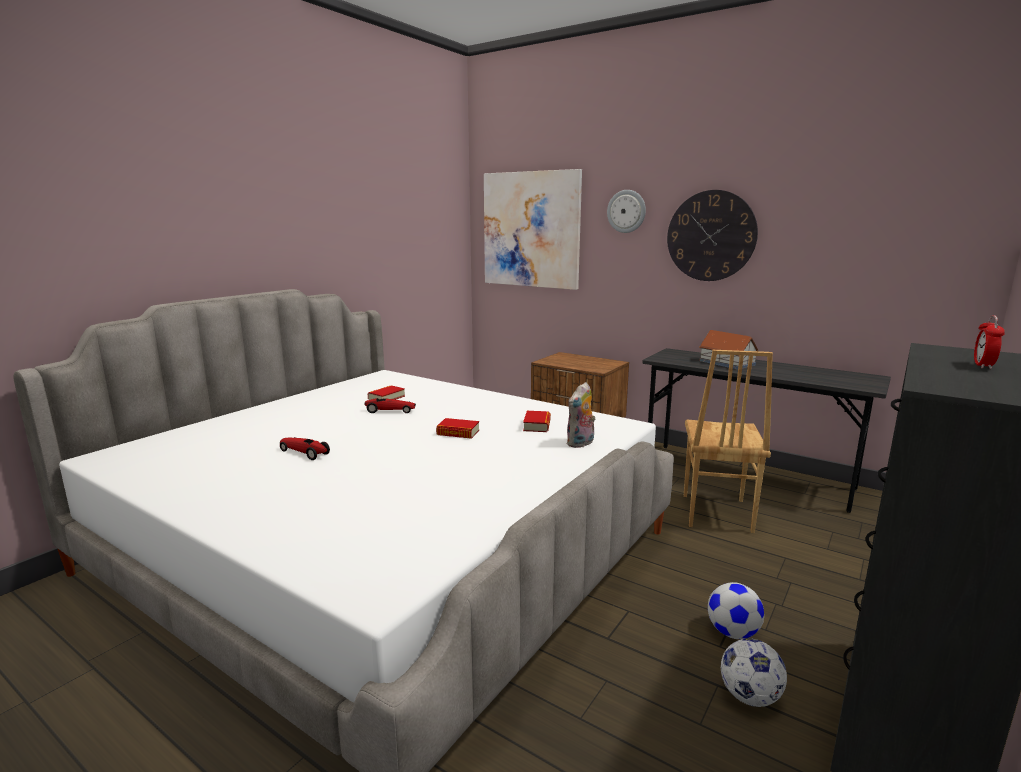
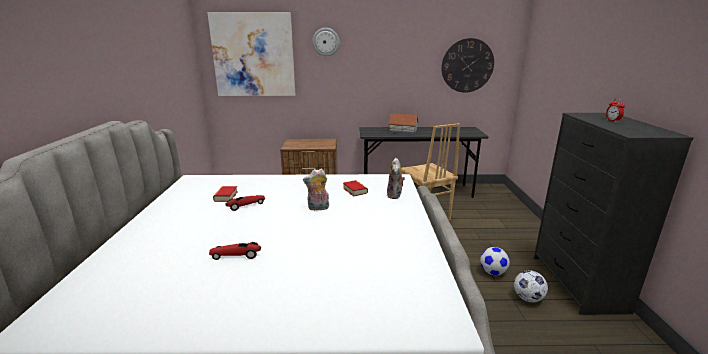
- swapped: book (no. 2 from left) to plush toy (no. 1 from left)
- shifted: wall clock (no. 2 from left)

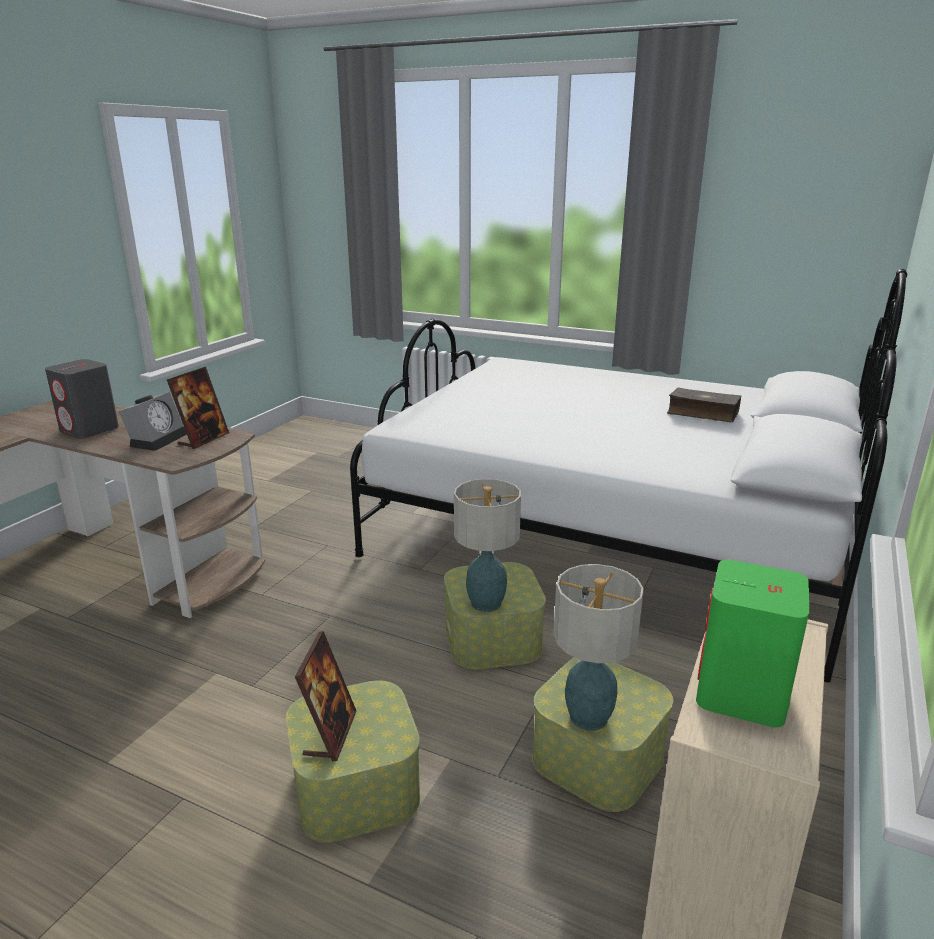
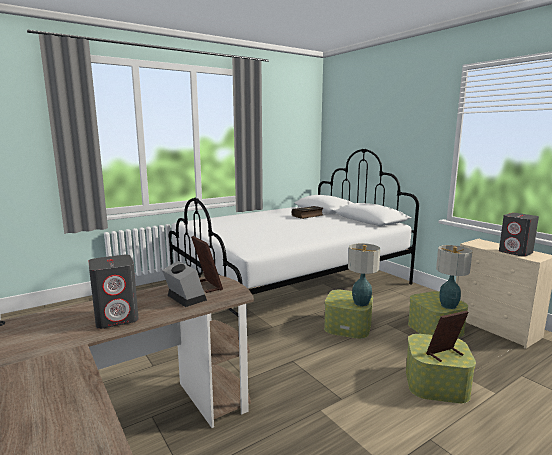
- rotated: picture frame (no. 2 from left) 60 degrees counterclockwise
- repainted: green speaker to grey speaker (no. 2 from left)

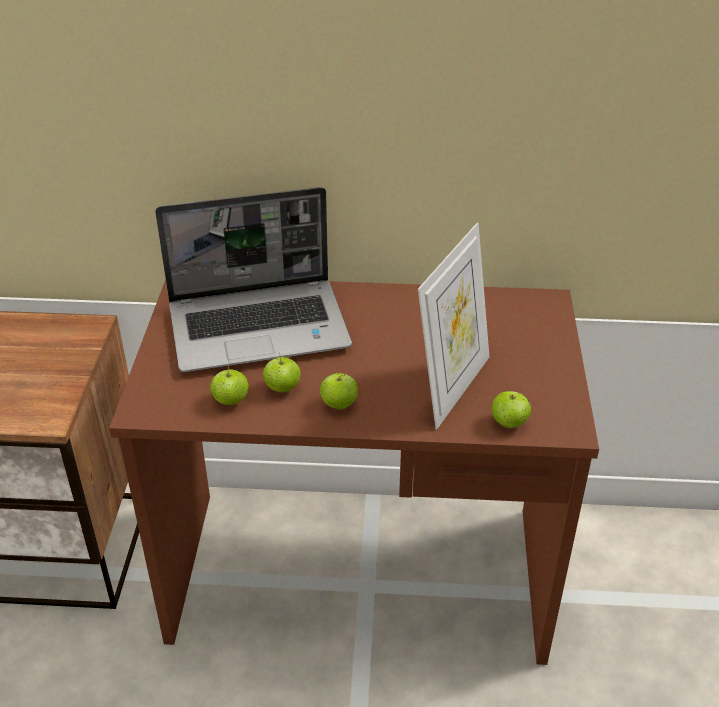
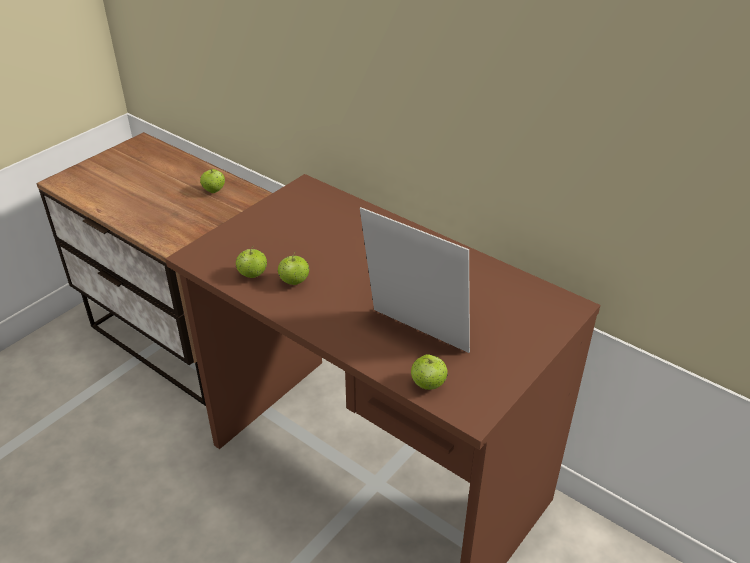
- gone: laptop
- shifted: apple (no. 3 from left in the first image) to apple (no. 1 from left)
- rotated: picture frame 120 degrees counterclockwise

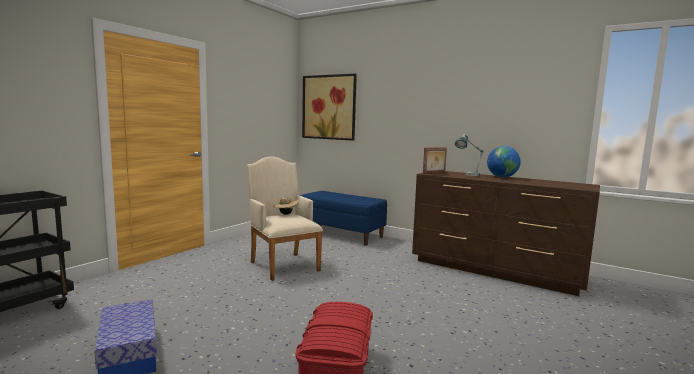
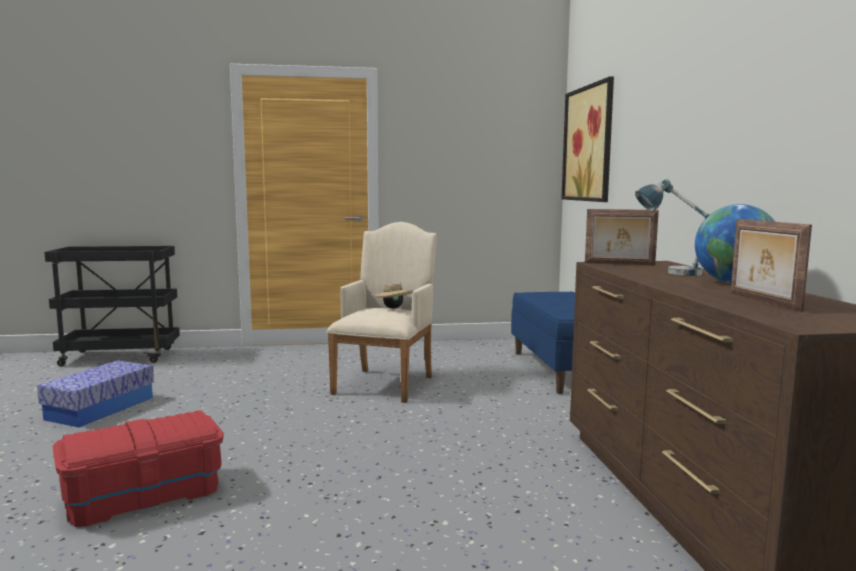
- new: picture frame (no. 2 from left)

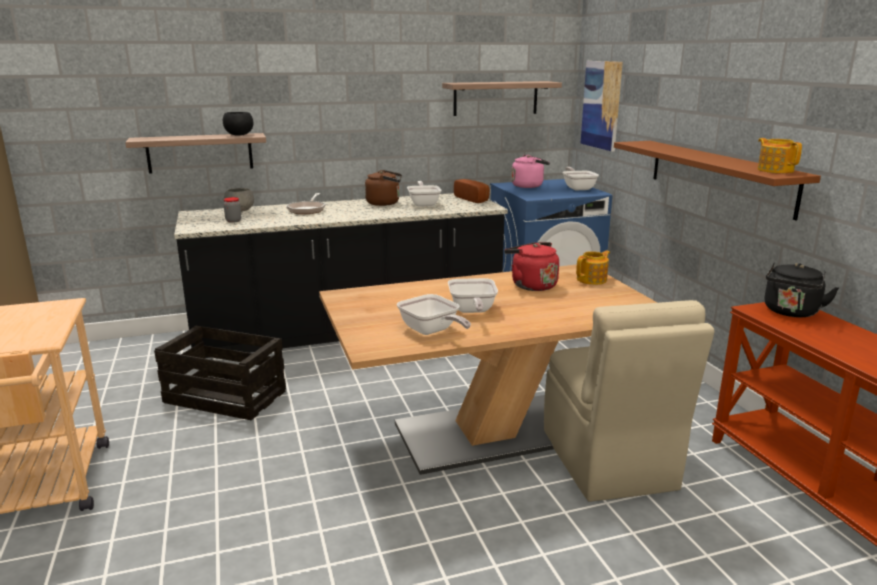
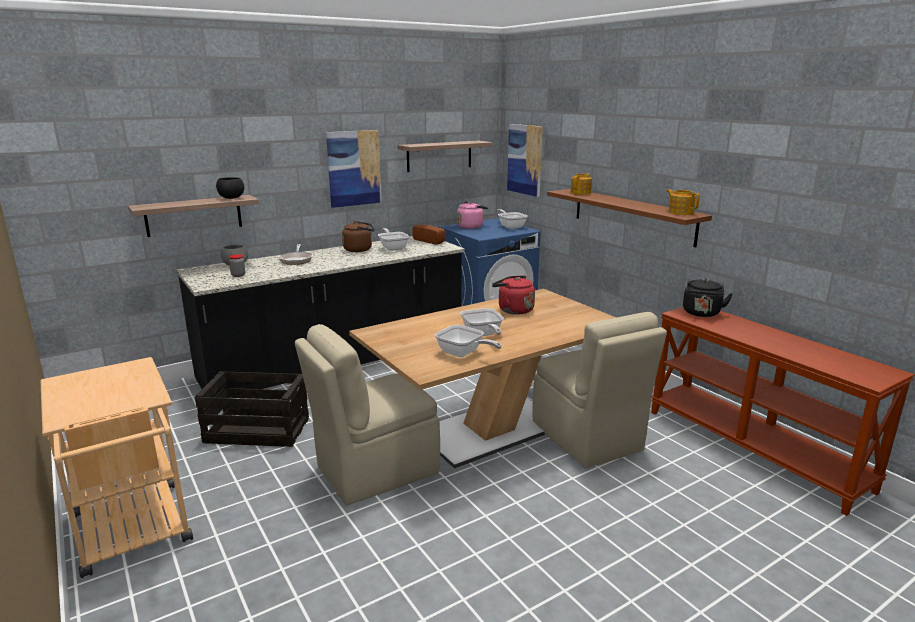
- shifted: teapot (no. 1 from left)
- new: beige chair (no. 1 from left)
- new: picture (no. 1 from left)

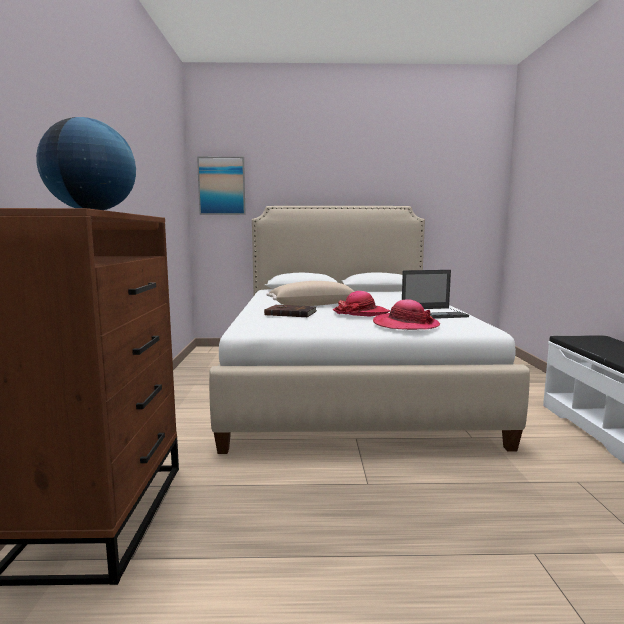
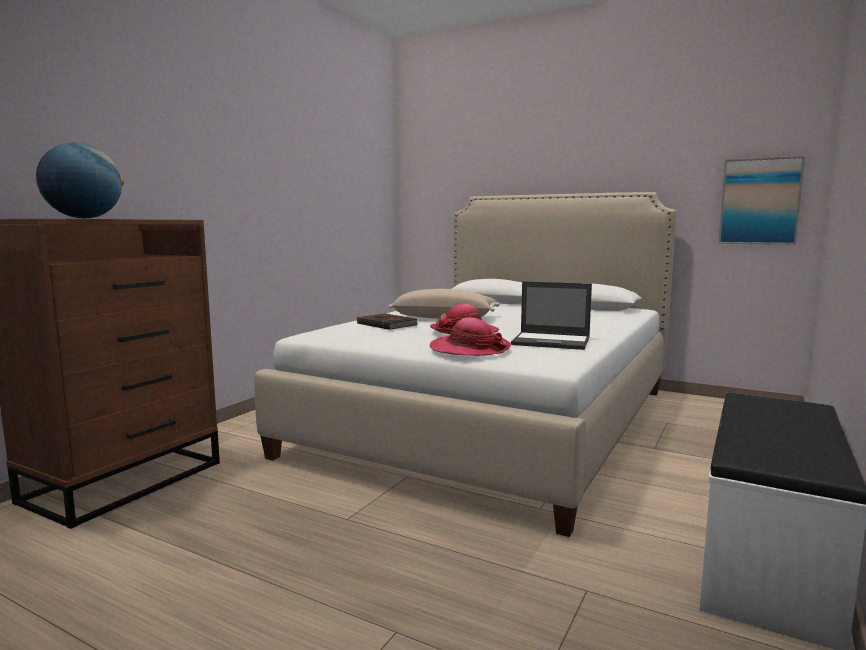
- shifted: picture

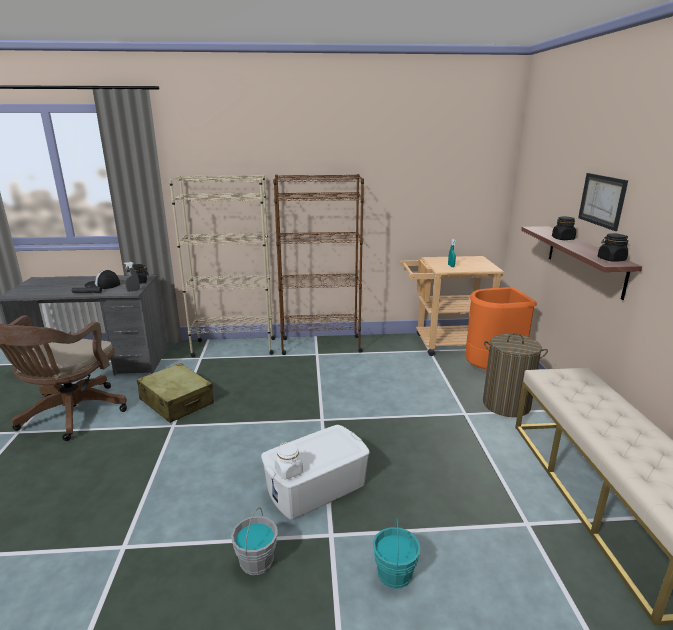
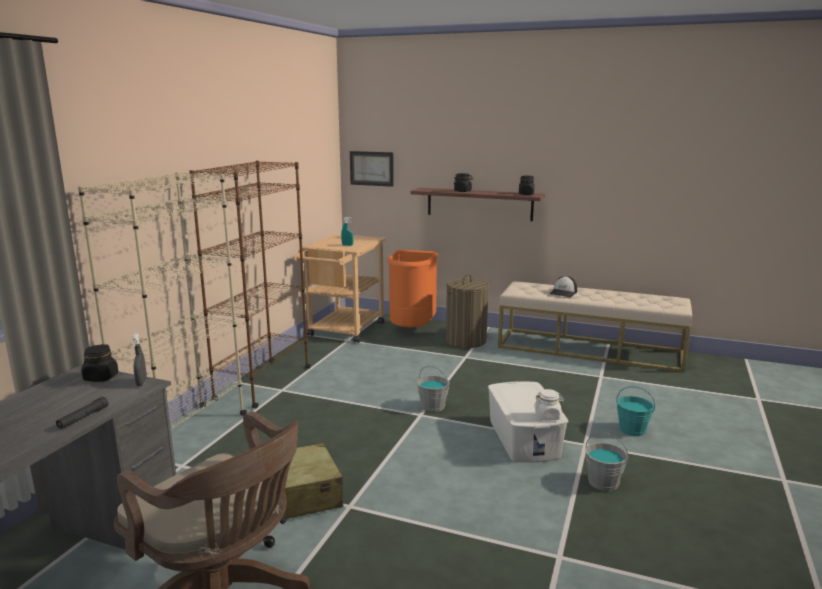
- shifted: cap
- shifted: picture
- new: grey bucket (no. 1 from left)

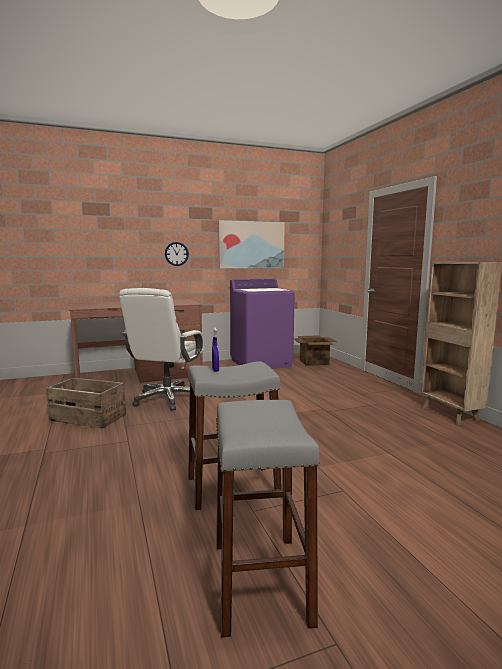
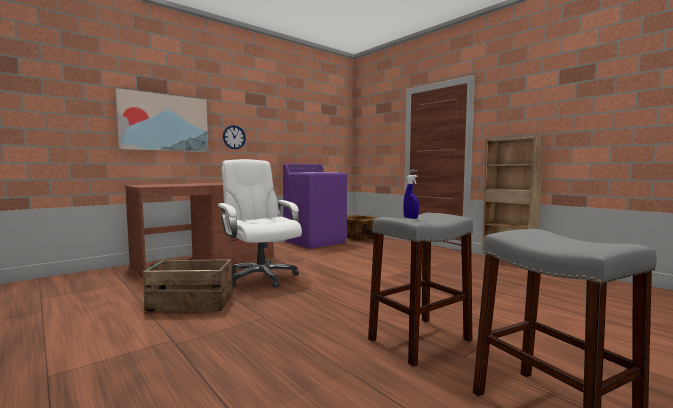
- rotated: white office chair 150 degrees clockwise
- shifted: picture

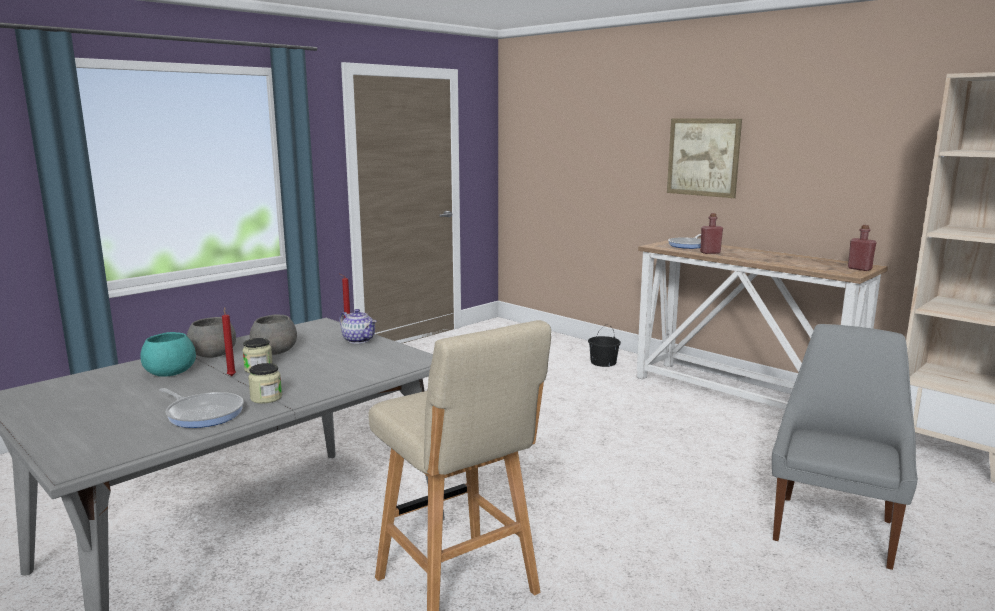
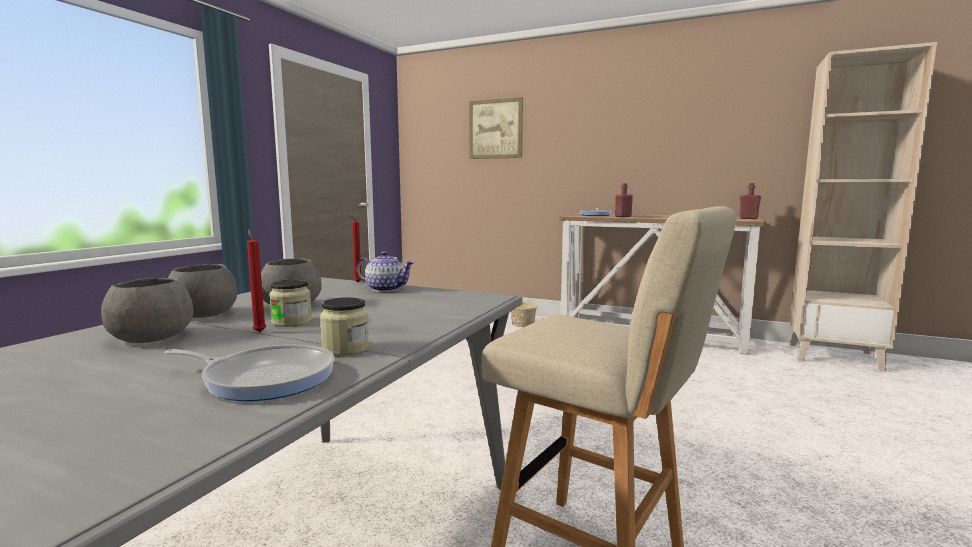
- repainted: turquoise bowl to grey bowl (no. 1 from left)
- repainted: black bucket to beige bucket
- shifted: picture
- gone: grey chair

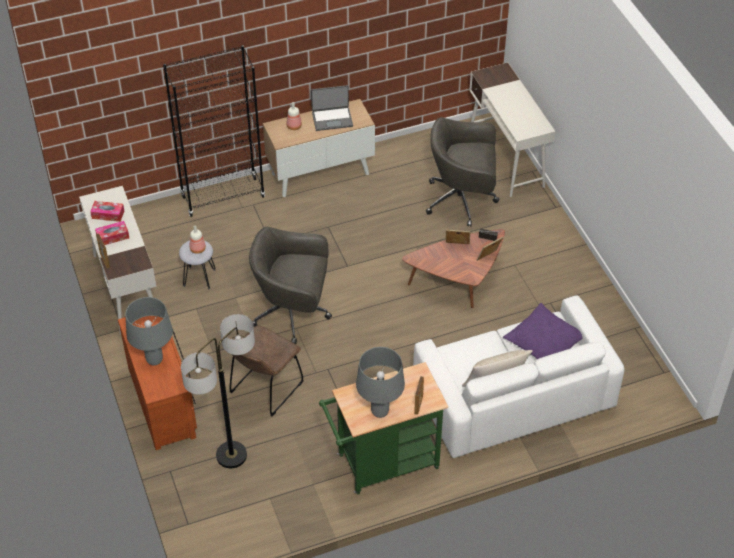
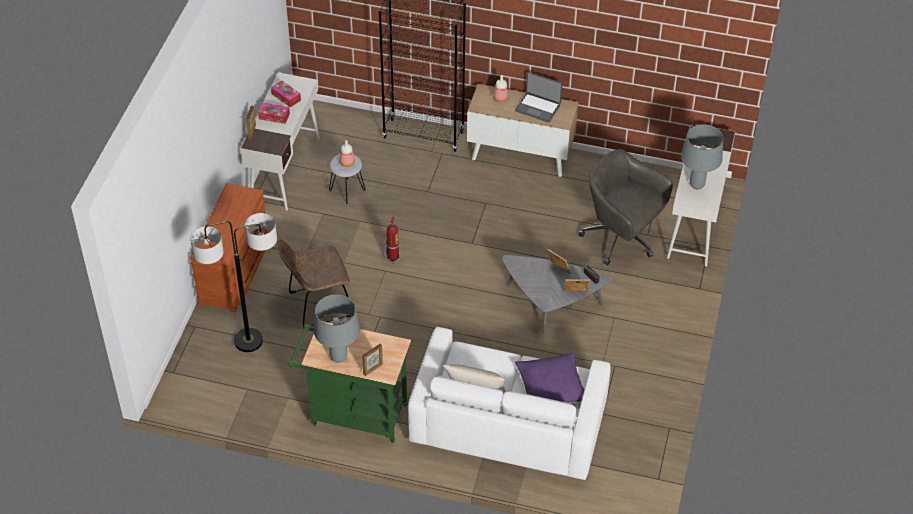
- shifted: grey table lamp (no. 1 from left in the first image) to grey table lamp (no. 2 from left)
- swapped: grey office chair (no. 1 from left) to fire extinguisher
- repainted: brown coffee table to grey coffee table

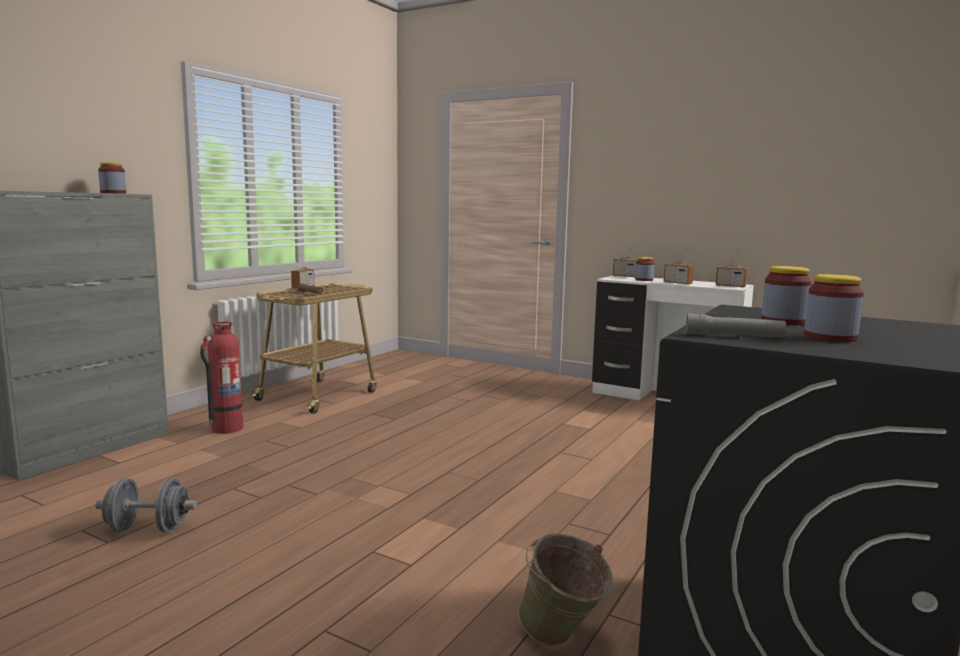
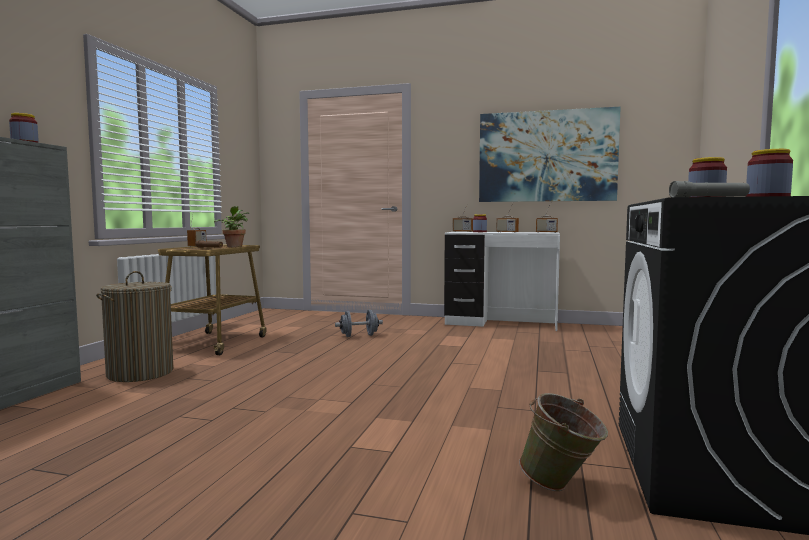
- shifted: grey dumbbell
- swapped: fire extinguisher to laundry basket
- new: potted plant
- new: picture

